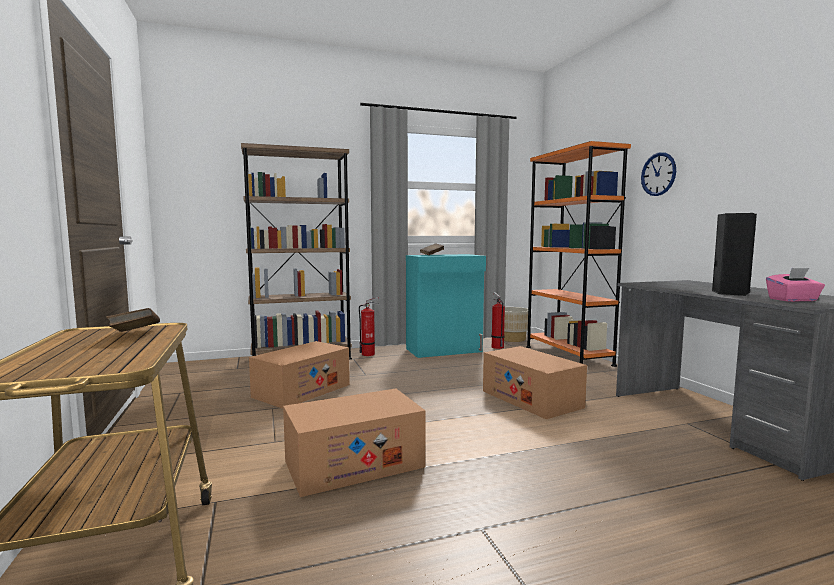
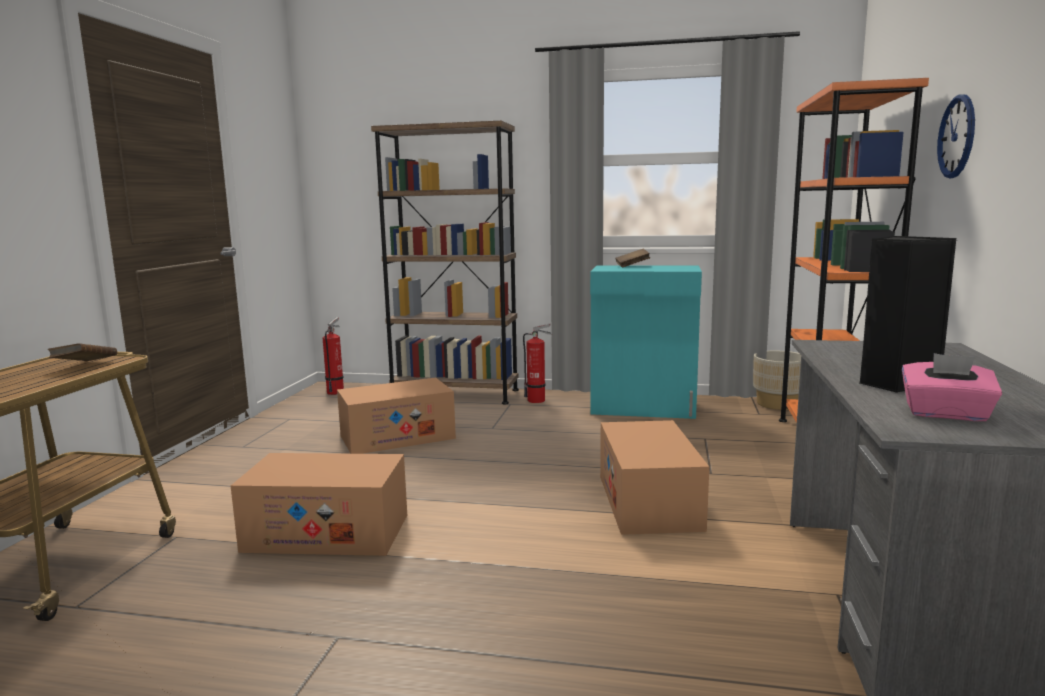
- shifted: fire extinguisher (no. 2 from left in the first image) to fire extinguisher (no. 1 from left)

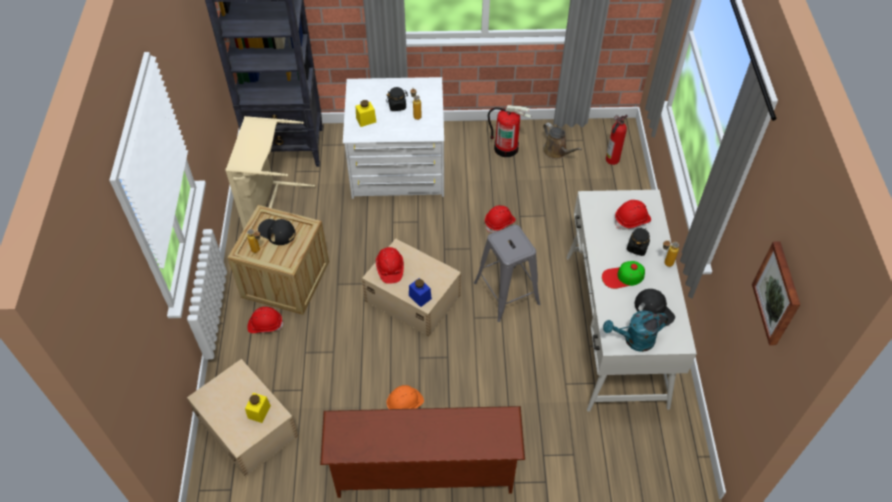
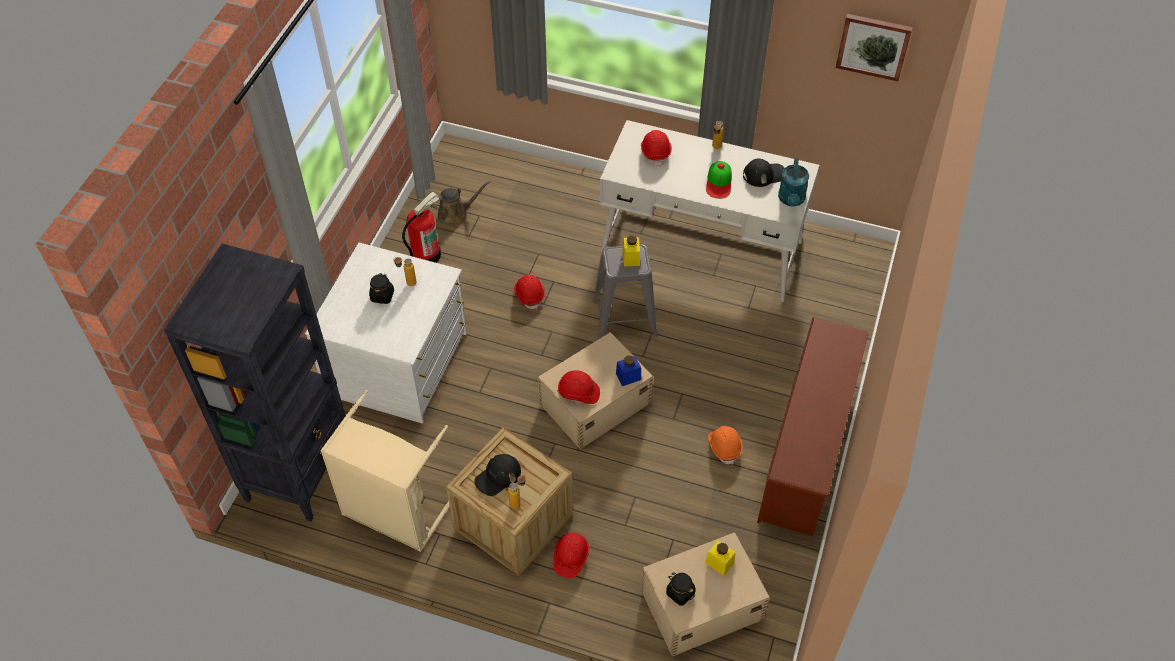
- shifted: yellow jar (no. 2 from left in the first image) to yellow jar (no. 1 from left)
- gone: fire extinguisher (no. 2 from left)
- shifted: black jar (no. 2 from left)

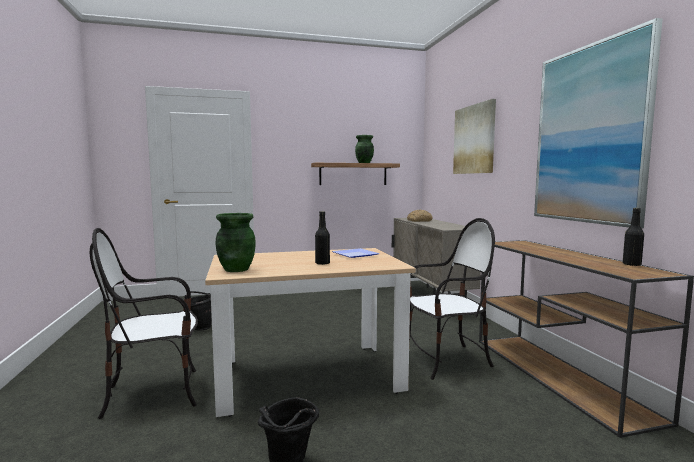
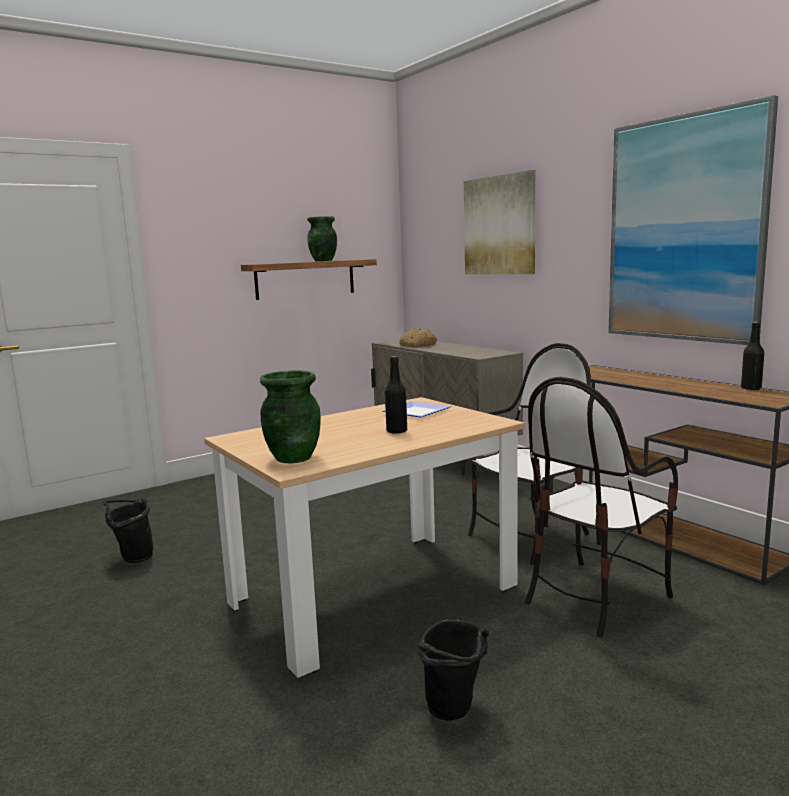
- shifted: chair (no. 1 from left in the first image) to chair (no. 2 from left)

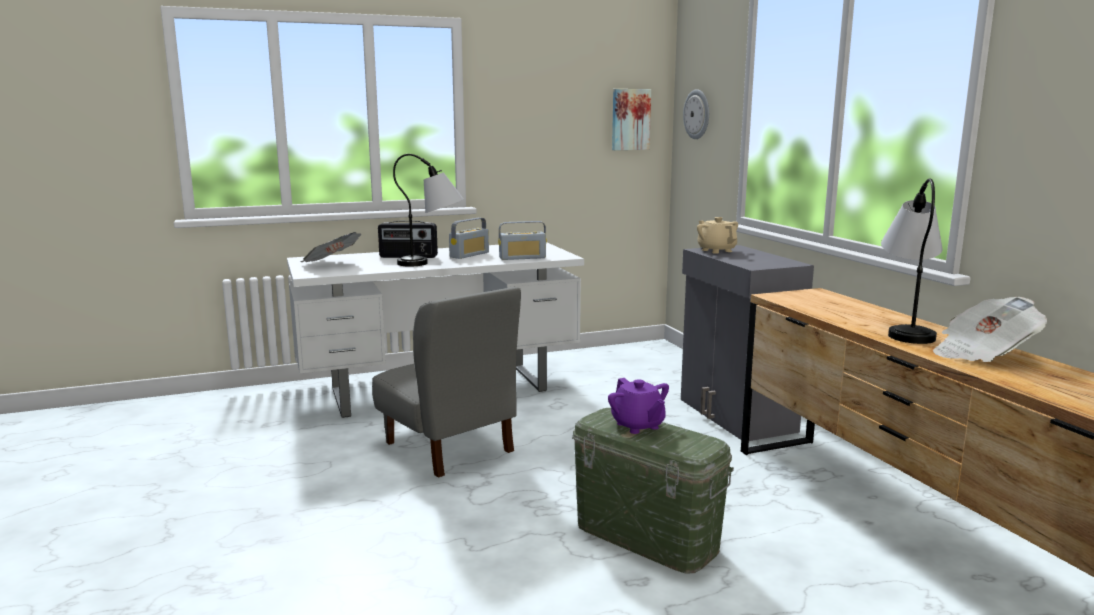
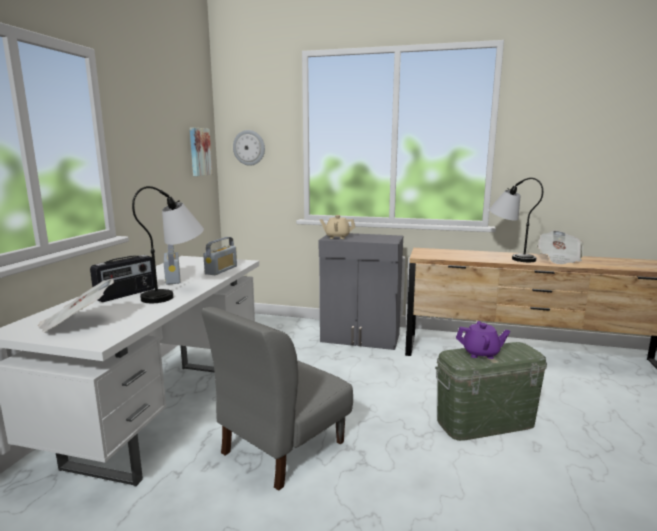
- rotated: grey chair 135 degrees clockwise

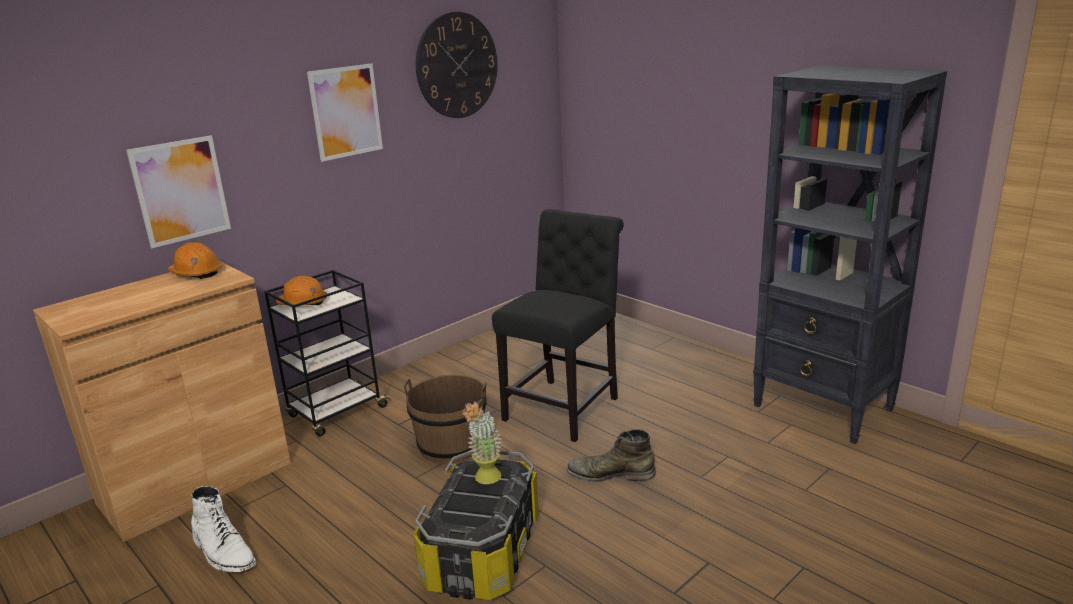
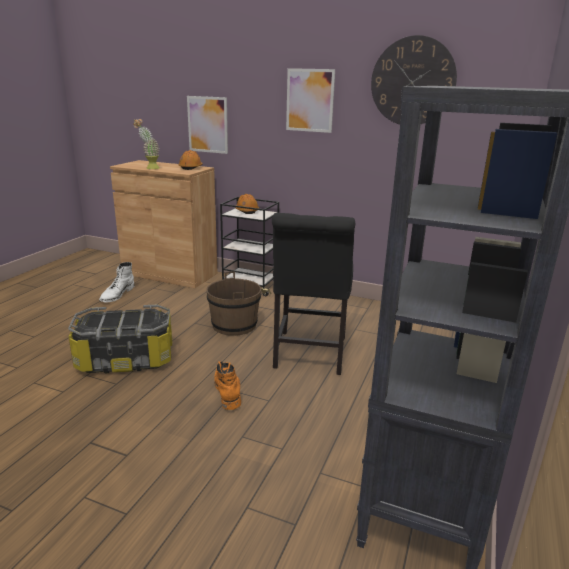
- shifted: potted plant
- rotated: black chair 90 degrees clockwise
- repainted: green boot to orange boot

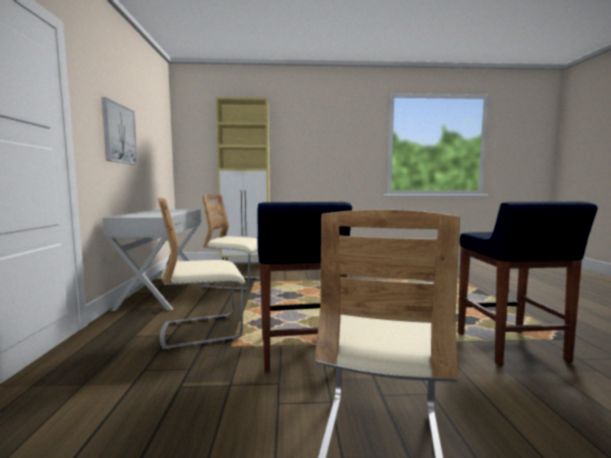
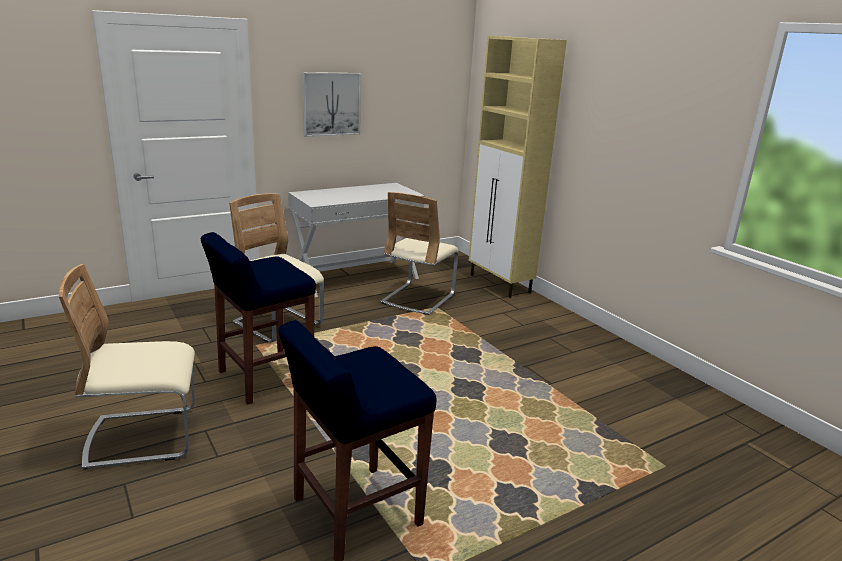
- rotated: beige chair (no. 2 from left in the first image) 135 degrees counterclockwise

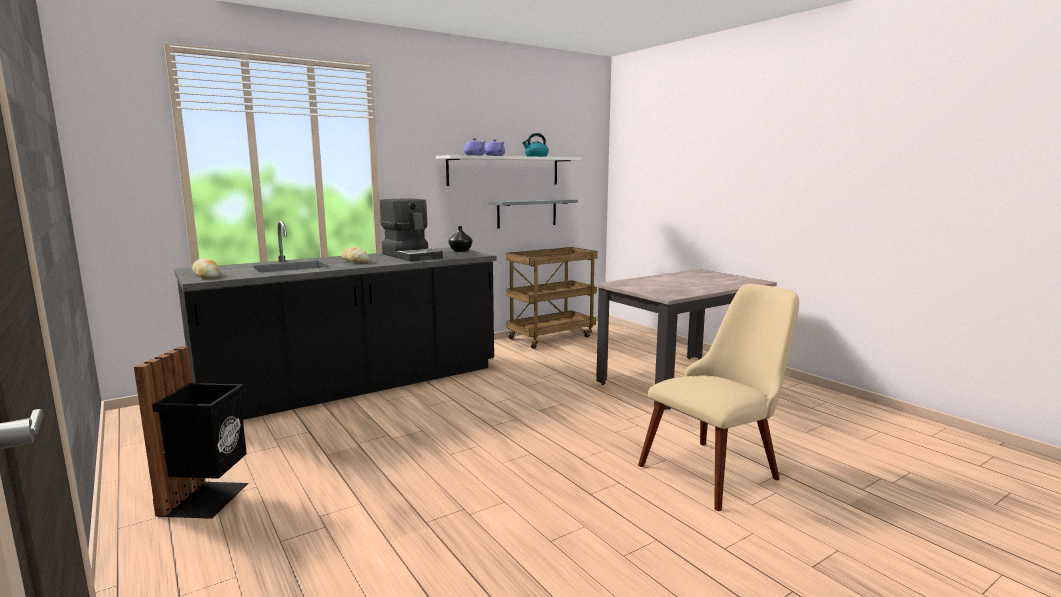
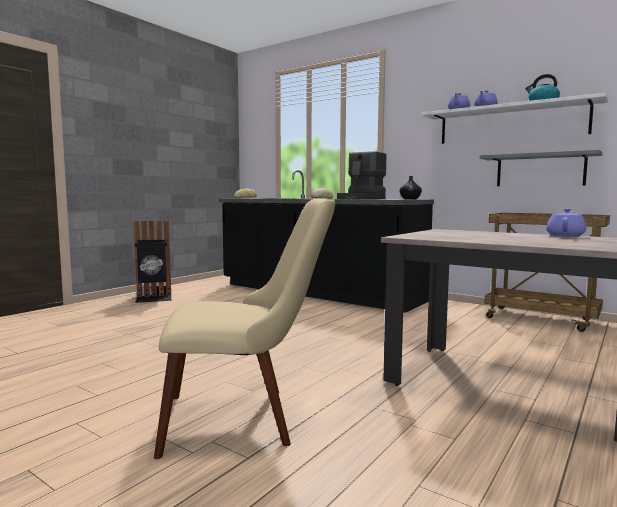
- rotated: beige chair 45 degrees counterclockwise
- new: purple teapot (no. 3 from left)

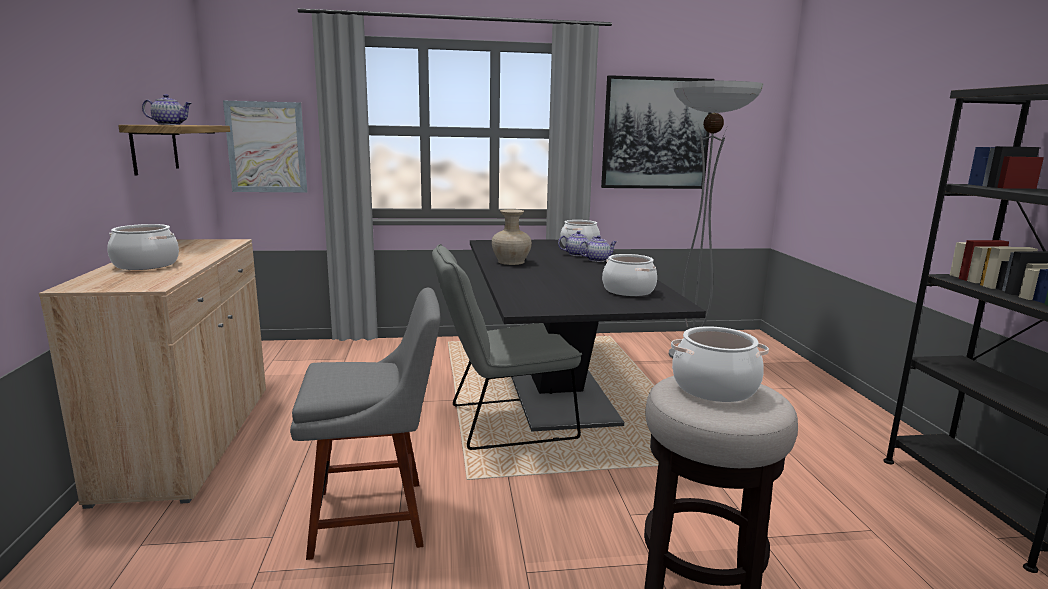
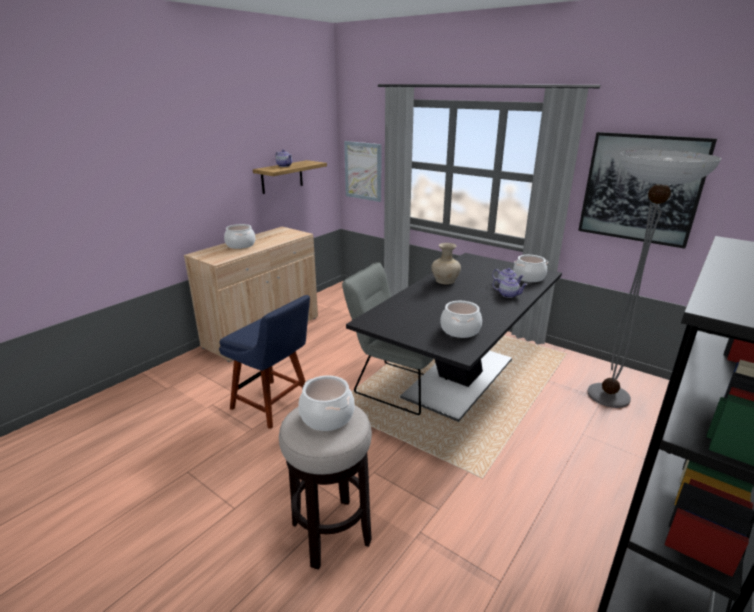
- repainted: grey chair (no. 1 from left) to blue chair

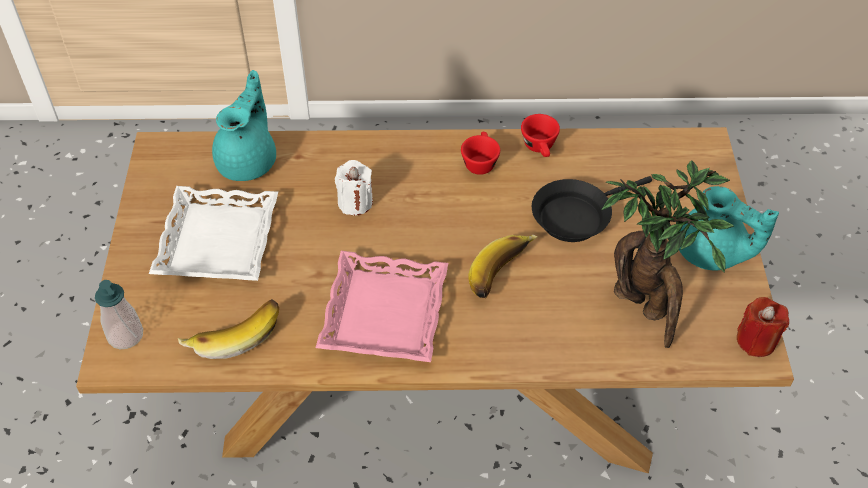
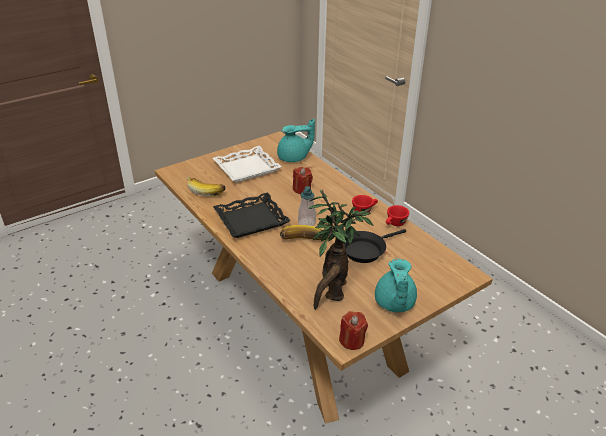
- shifted: soap dispenser
- repainted: pink tray to black tray
- repainted: white candle to red candle (no. 1 from left)
- rotated: black frying pan 60 degrees counterclockwise

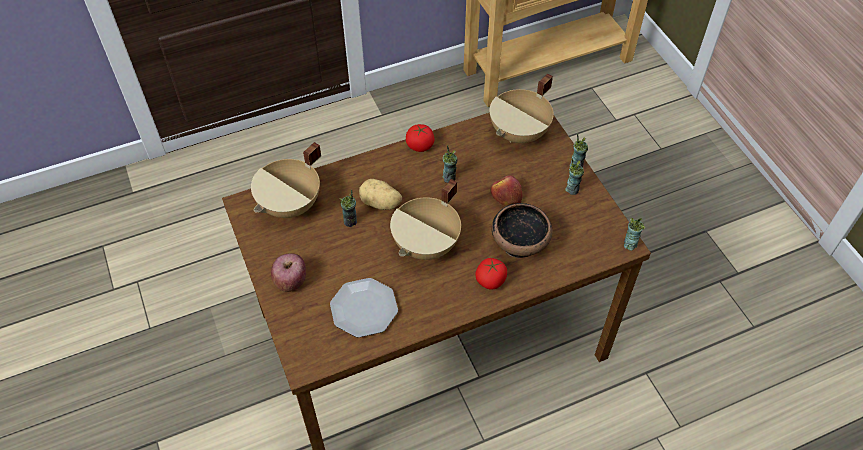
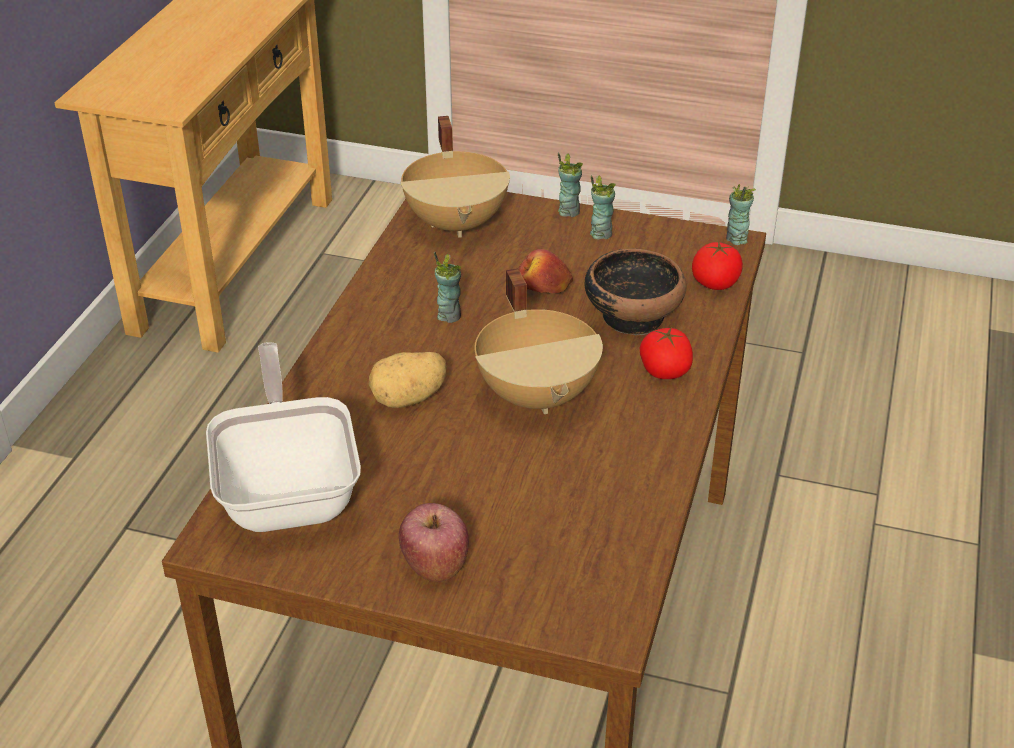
- swapped: beige cooking pot (no. 1 from left) to frying pan
- gone: plate
- gone: cup (no. 1 from left)
- shifted: tomato (no. 1 from left in the first image) to tomato (no. 2 from left)

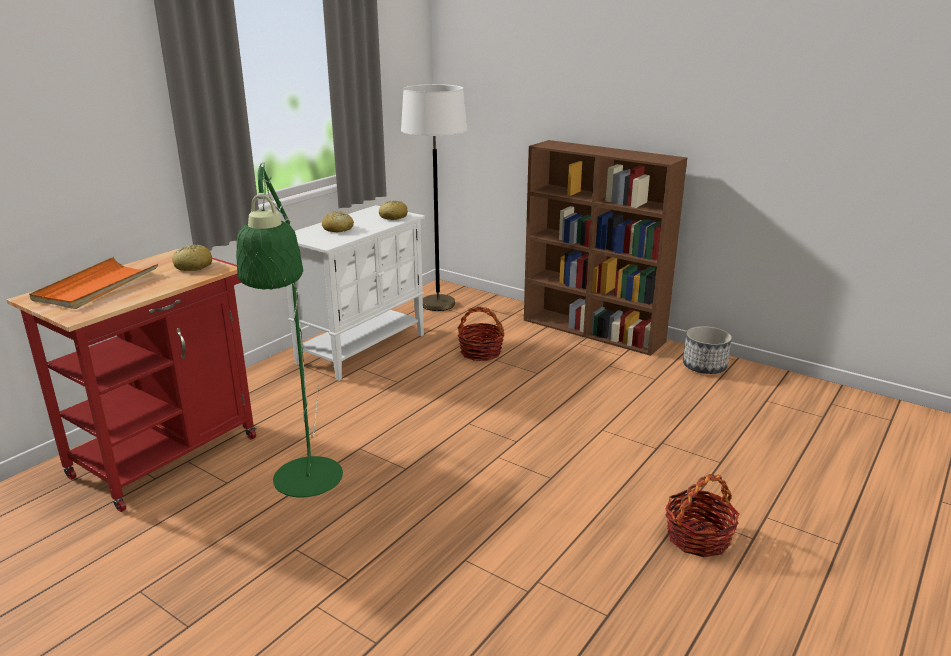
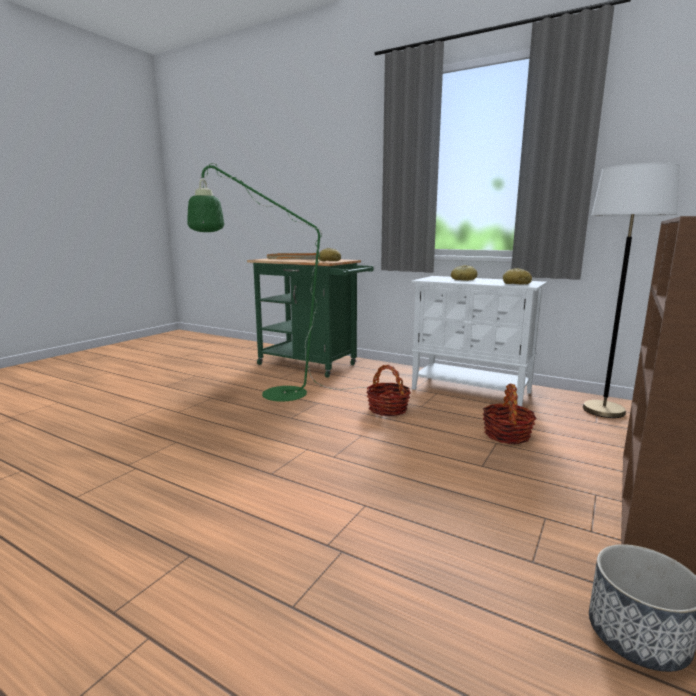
- repainted: red cart to green cart
- shifted: basket (no. 2 from left in the first image) to basket (no. 1 from left)

